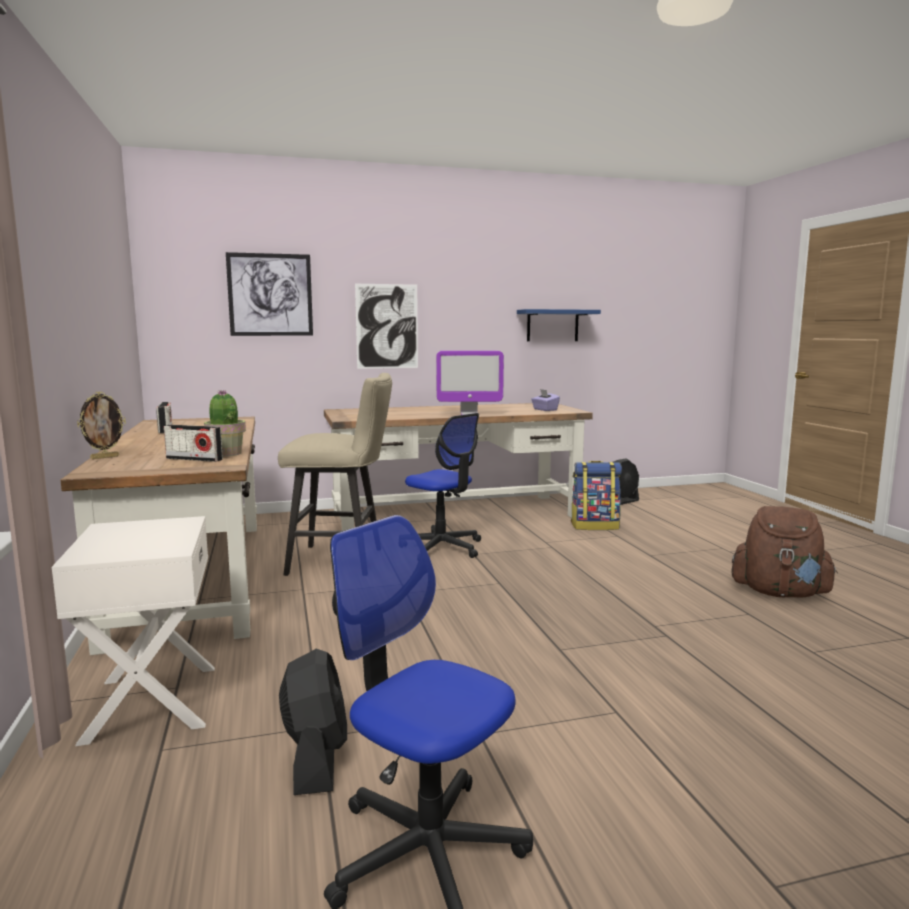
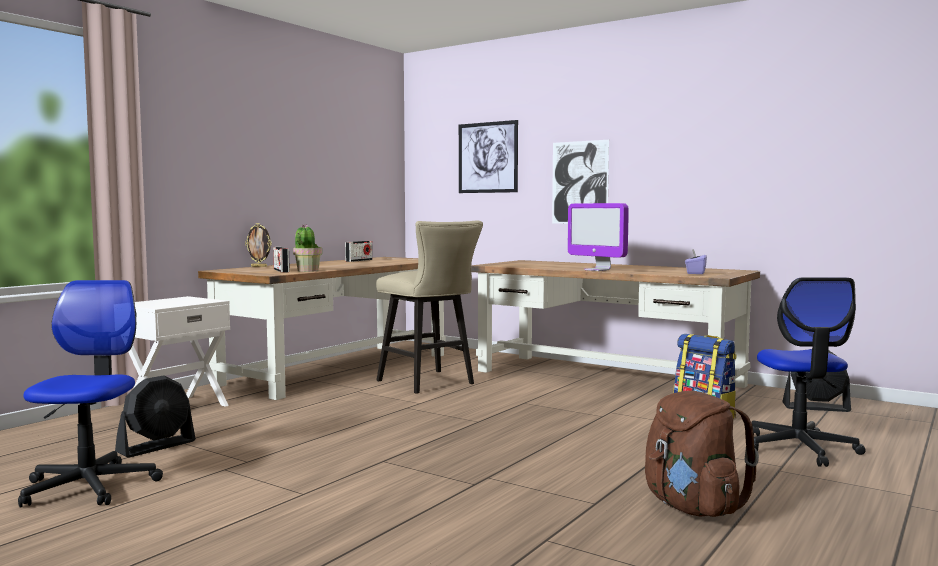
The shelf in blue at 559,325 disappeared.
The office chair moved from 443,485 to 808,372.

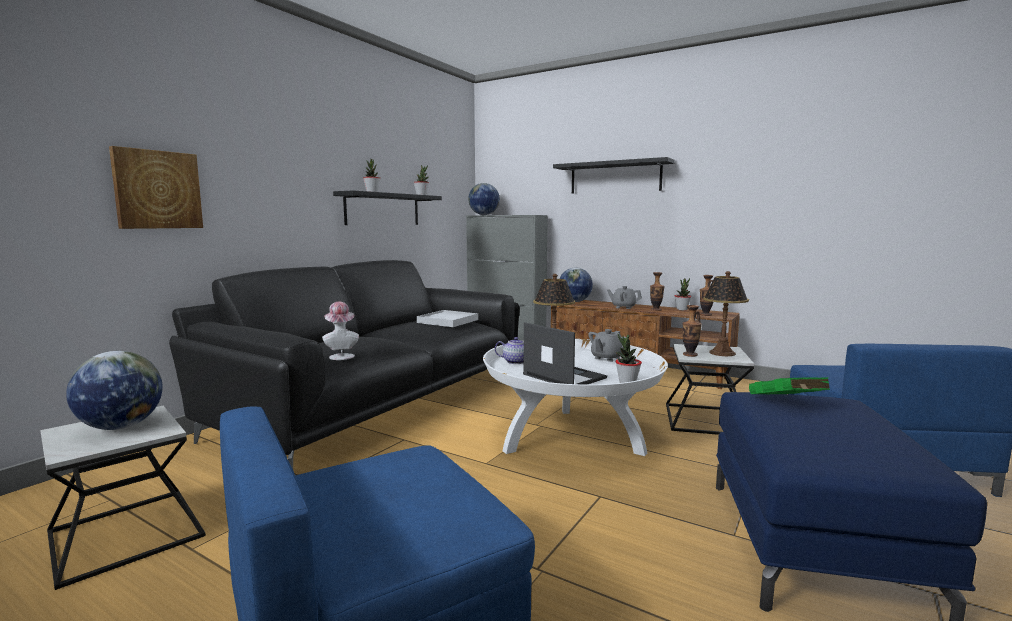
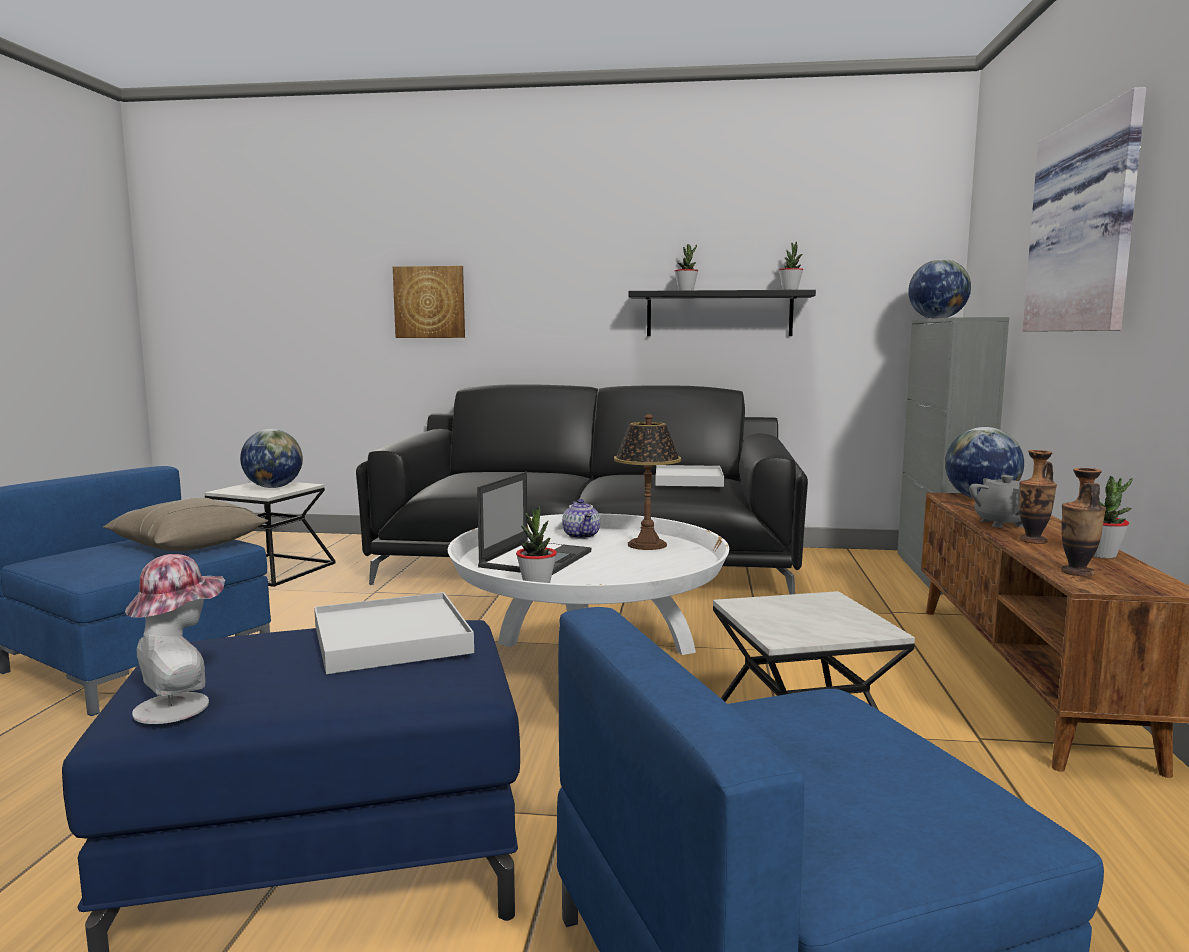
The shelf in black at 613,175 was replaced by the picture at 1084,209.
The table lamp at 726,313 disappeared.
The hat moved from 340,331 to 175,639.
The vase at 692,331 disappeared.
The teapot in grey at 607,345 disappeared.
The book in green at 789,385 was replaced by the tray in white at 394,633.
The pillow in beige at 185,524 appeared.

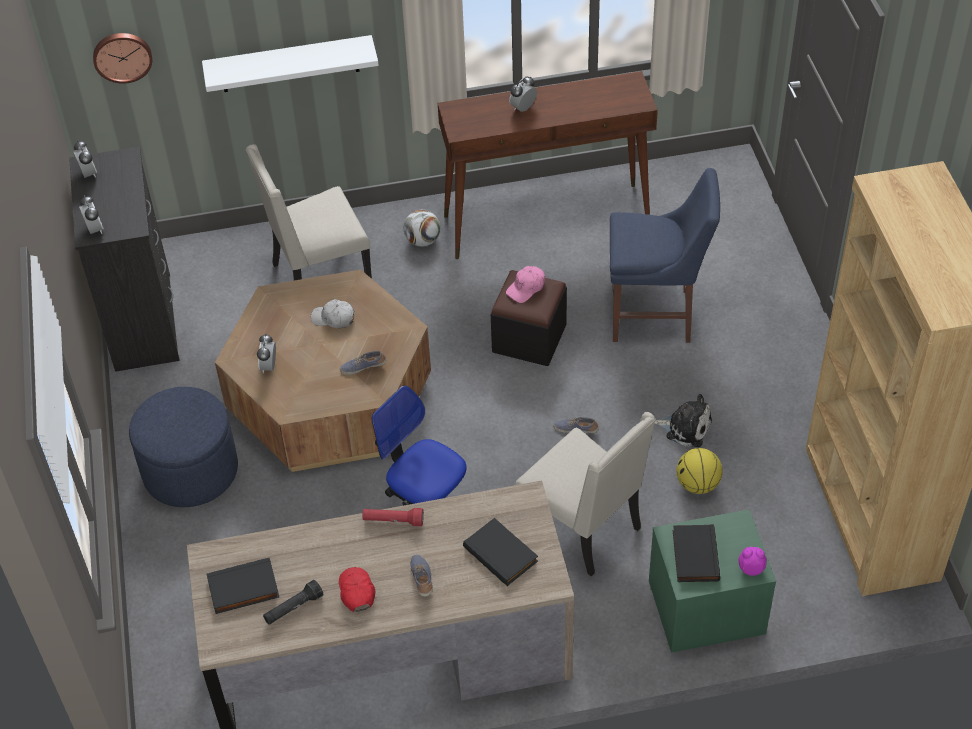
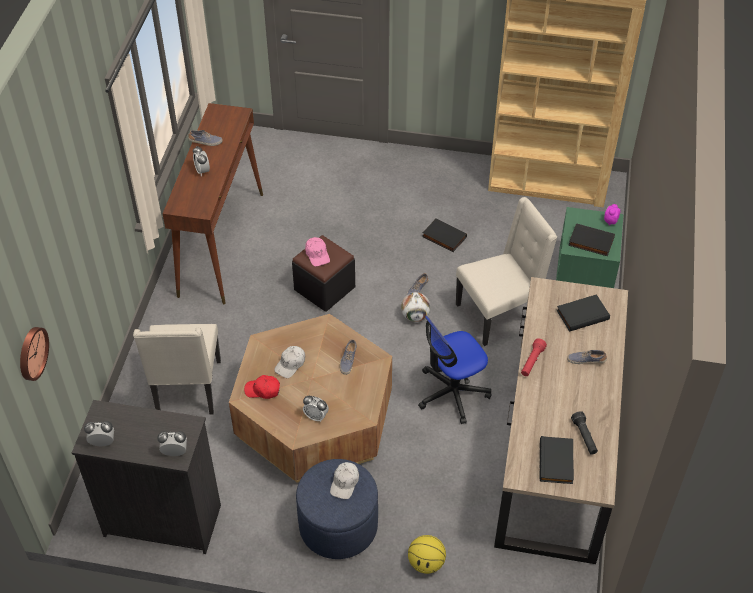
The shelf in white at 290,63 disappeared.
The chair in blue at 665,255 disappeared.
The football moved from 422,228 to 415,307.
The plush toy at 683,420 was replaced by the book in black at 444,235.
The basketball moved from 699,471 to 427,554.
The cap in red moved from 357,589 to 262,387.
The shoe at 205,138 appeared.
The cap in white at 344,480 appeared.

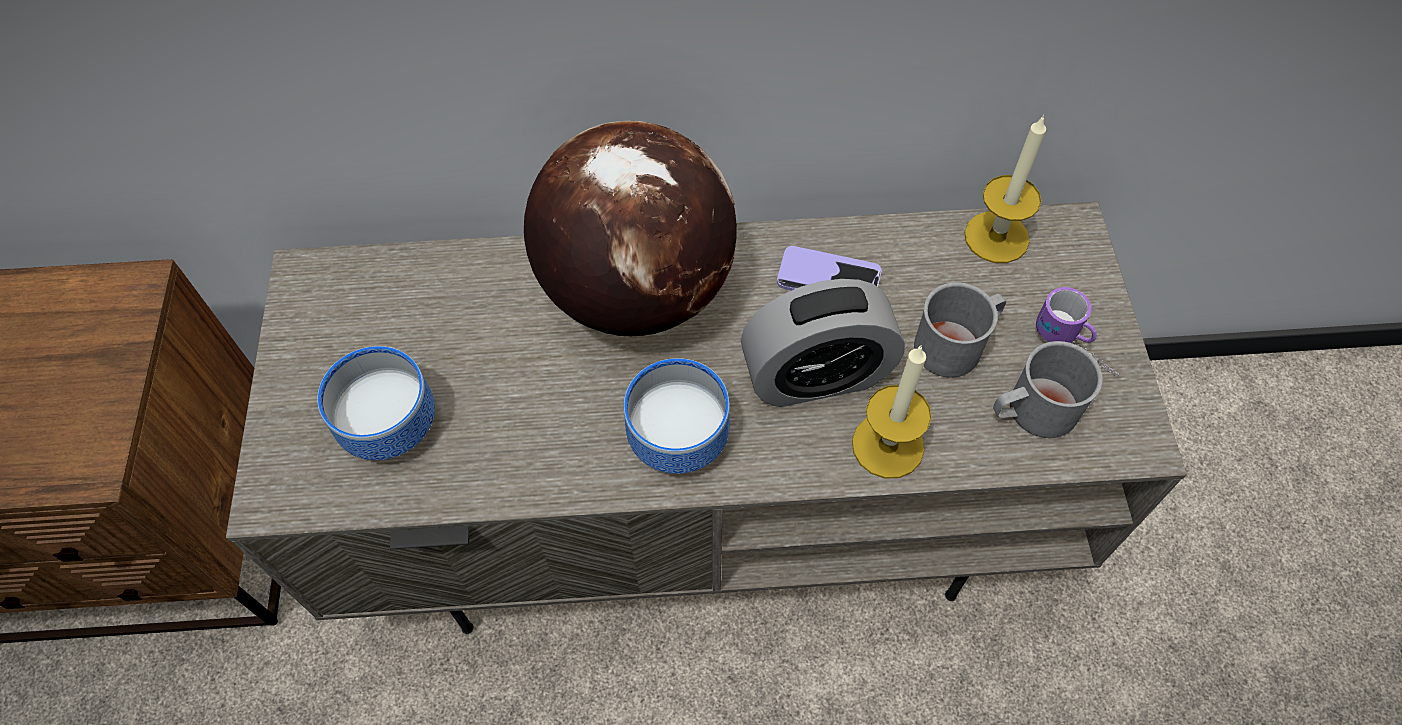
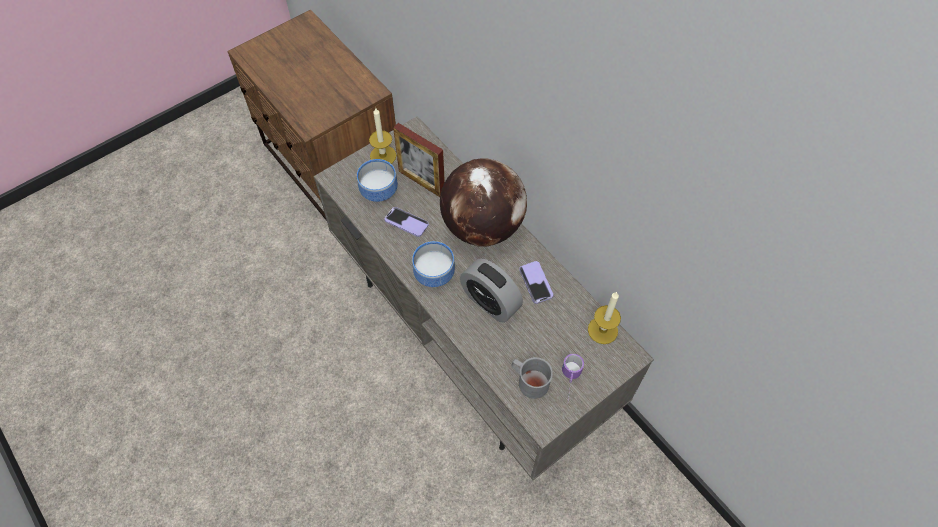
The mug in grey at 960,330 disappeared.
The candle moved from 891,411 to 382,135.
The picture frame at 419,160 appeared.
The phone at 406,222 appeared.

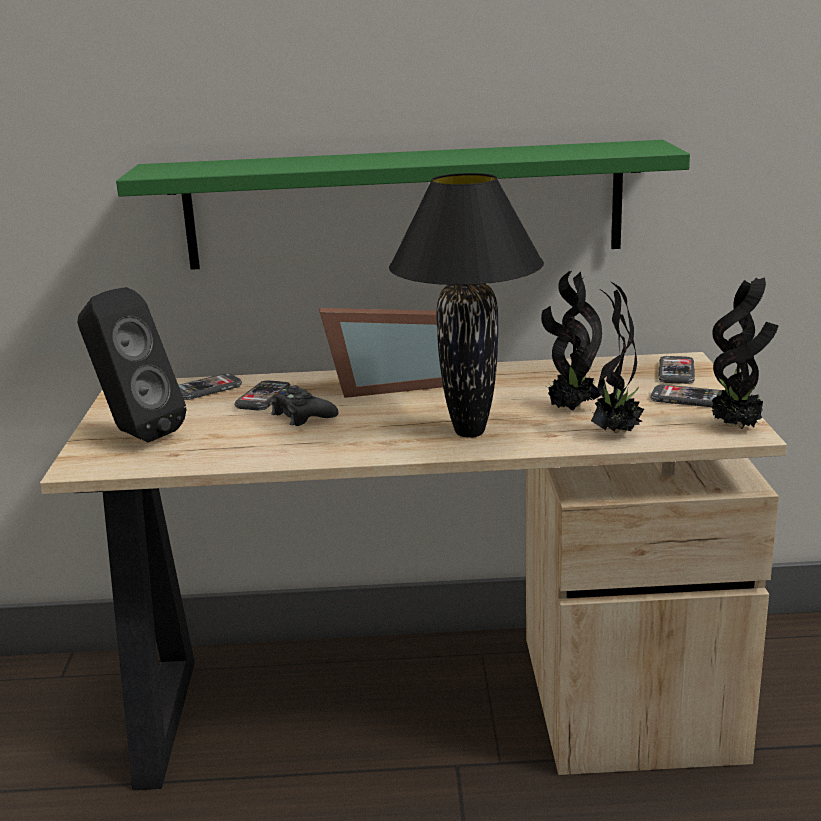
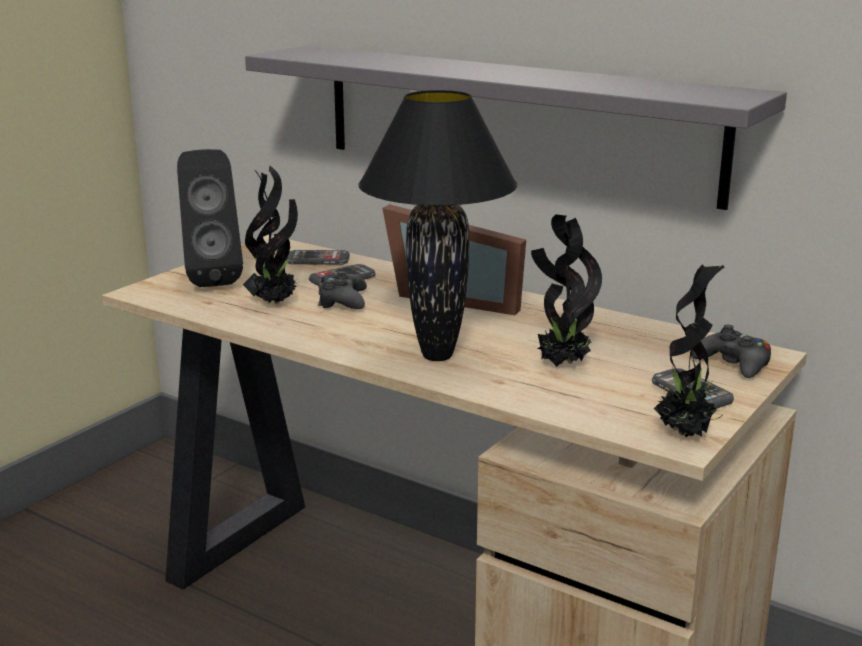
The shelf in green at 403,205 became the shelf in grey at 516,127.
The potted plant moved from 617,357 to 270,234.
The phone at 677,370 was replaced by the game controller in black at 731,351.

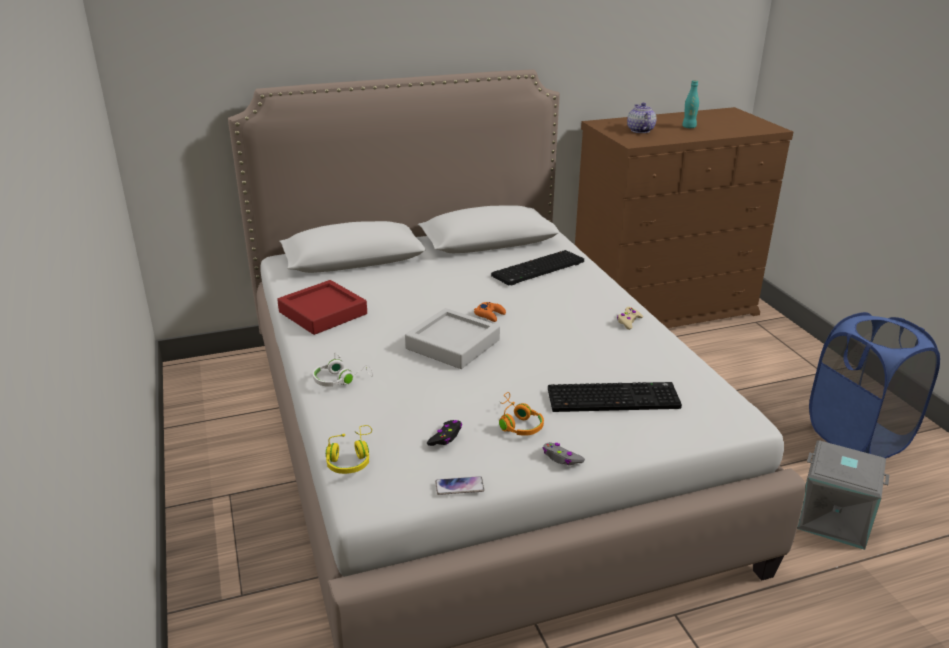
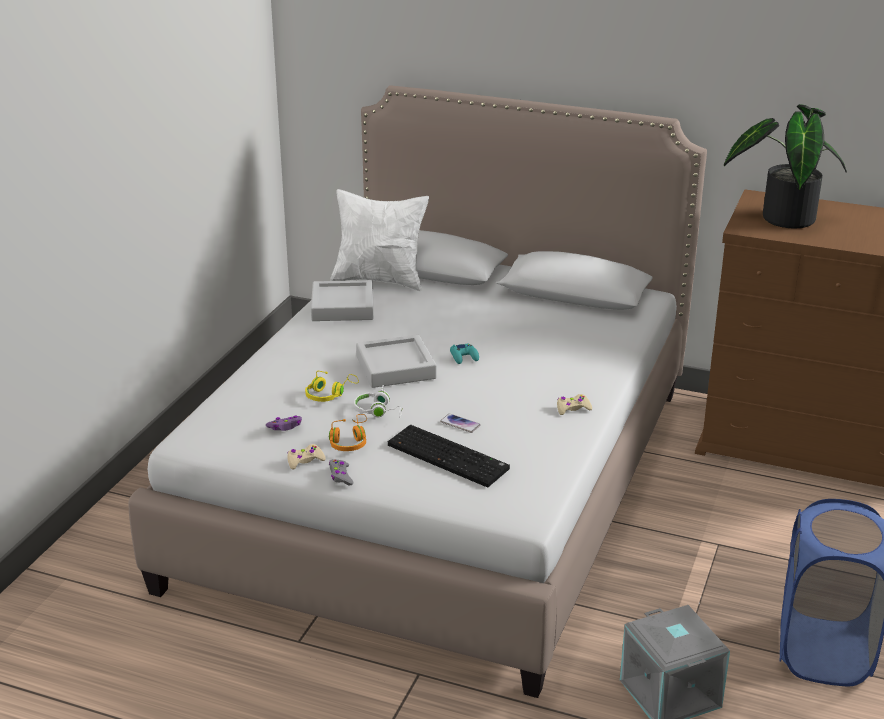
The bottle in turquoise at 690,104 disappeared.
The teapot at 641,118 was replaced by the potted plant at 785,166.
The keyboard at 537,267 disappeared.
The tray in red at 322,307 became the tray in grey at 342,300.
The game controller in orange at 490,312 became the game controller in turquoise at 464,354.
The headphones in white moved from 343,369 to 378,401.
The game controller in black at 444,433 became the game controller in purple at 284,423.
The headphones in yellow moved from 349,449 to 332,386.
The phone moved from 459,485 to 460,423.
The pillow in white at 379,240 appeared.
The game controller in beige at 306,457 appeared.

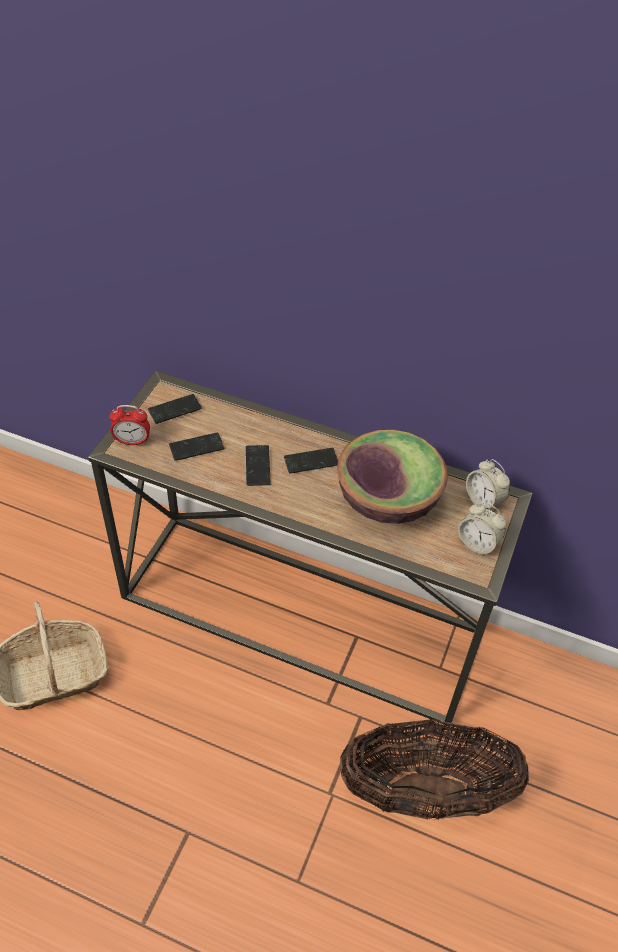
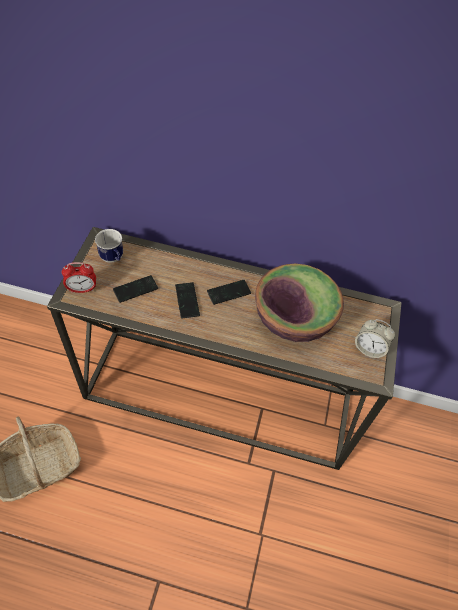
The phone at 175,409 was replaced by the mug at 109,246.
The alarm clock at 488,484 disappeared.
The basket at 434,769 disappeared.

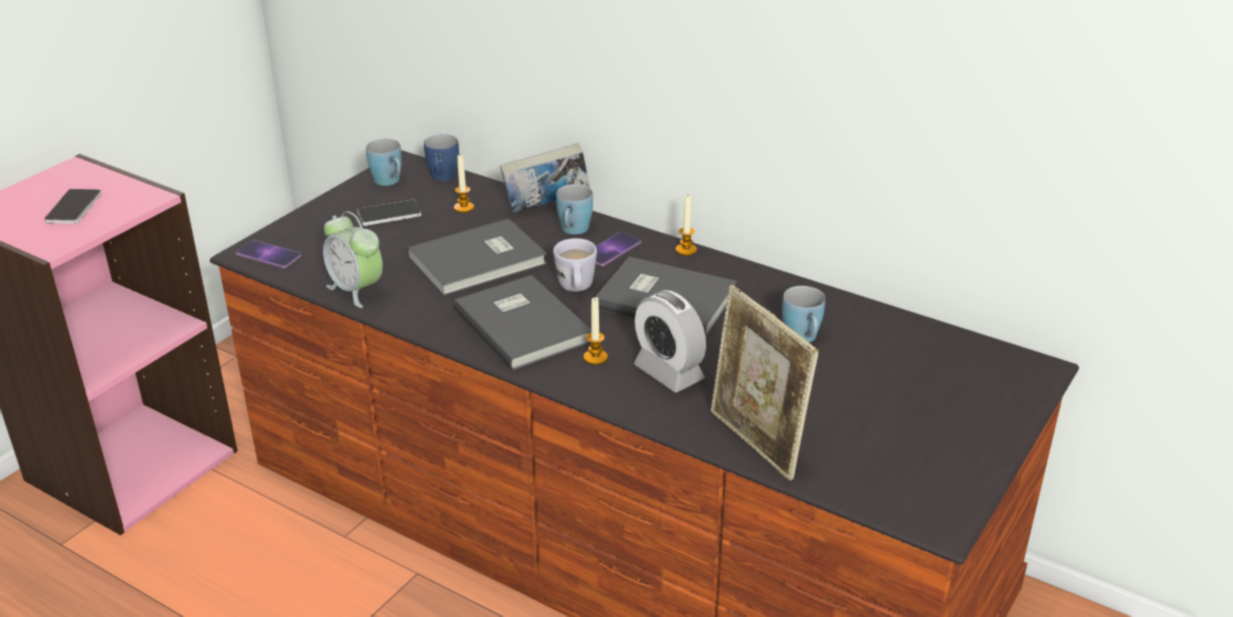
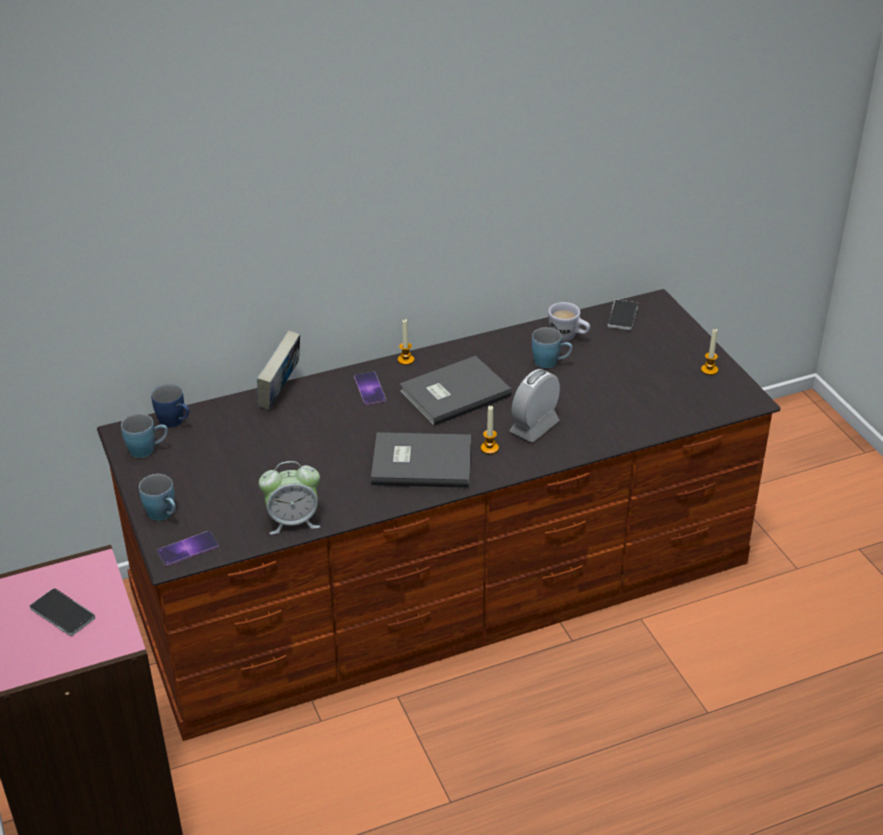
The candle moved from 464,184 to 709,352.
The mug in blue moved from 574,209 to 157,497.
The phone moved from 389,212 to 622,314.
The book in grey at 477,257 disappeared.
The mug in white moved from 575,265 to 569,322.
The picture frame at 764,383 disappeared.
The alarm clock at 670,341 turned 135 degrees clockwise.

